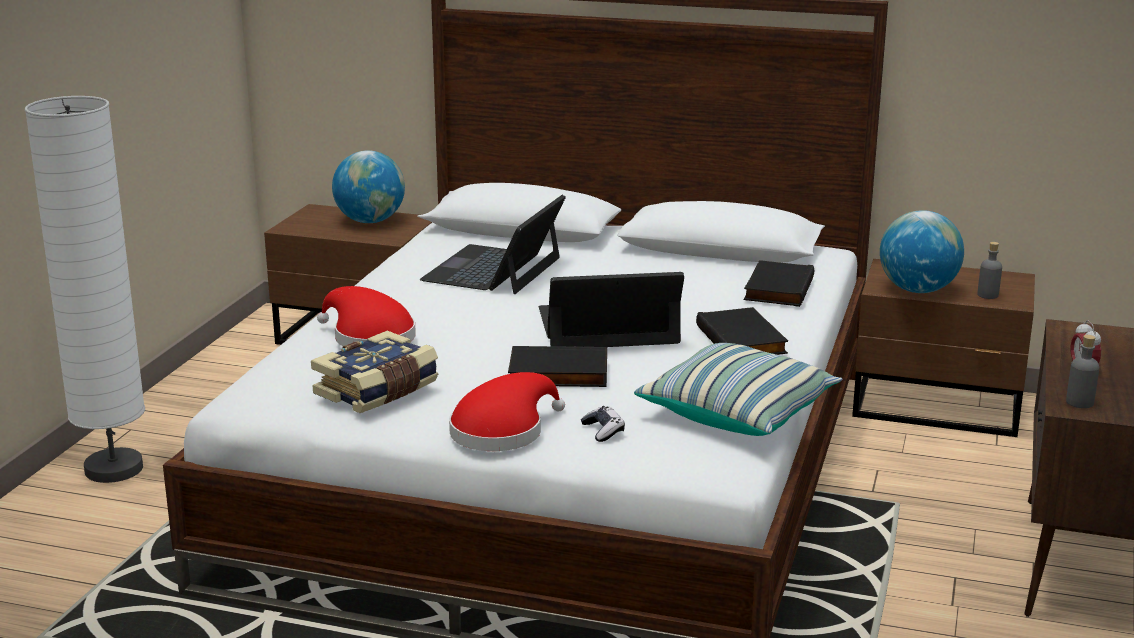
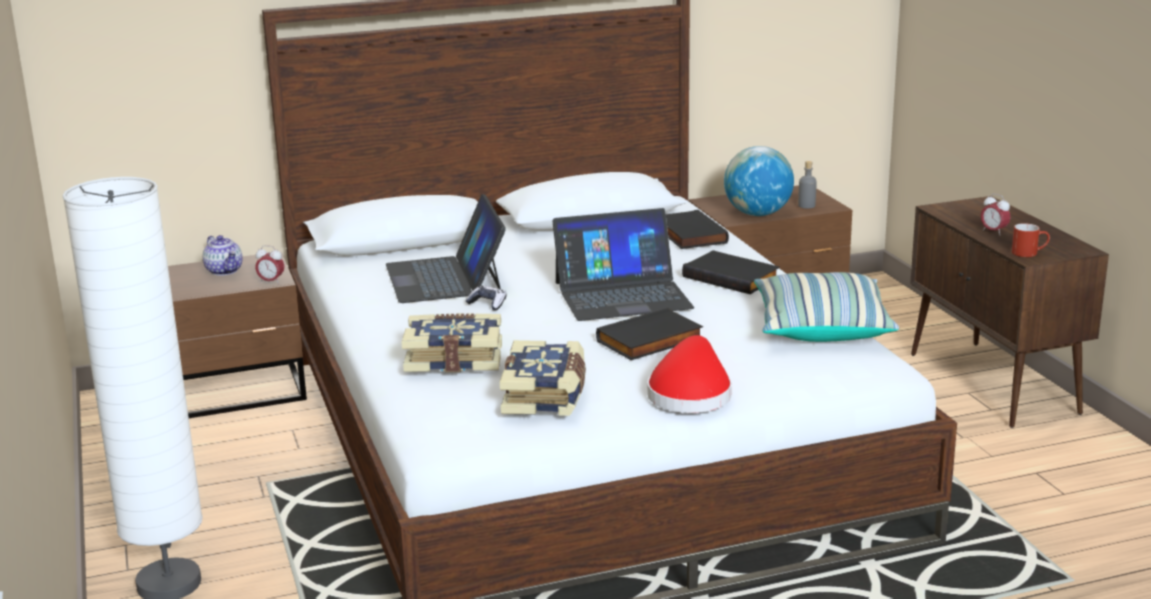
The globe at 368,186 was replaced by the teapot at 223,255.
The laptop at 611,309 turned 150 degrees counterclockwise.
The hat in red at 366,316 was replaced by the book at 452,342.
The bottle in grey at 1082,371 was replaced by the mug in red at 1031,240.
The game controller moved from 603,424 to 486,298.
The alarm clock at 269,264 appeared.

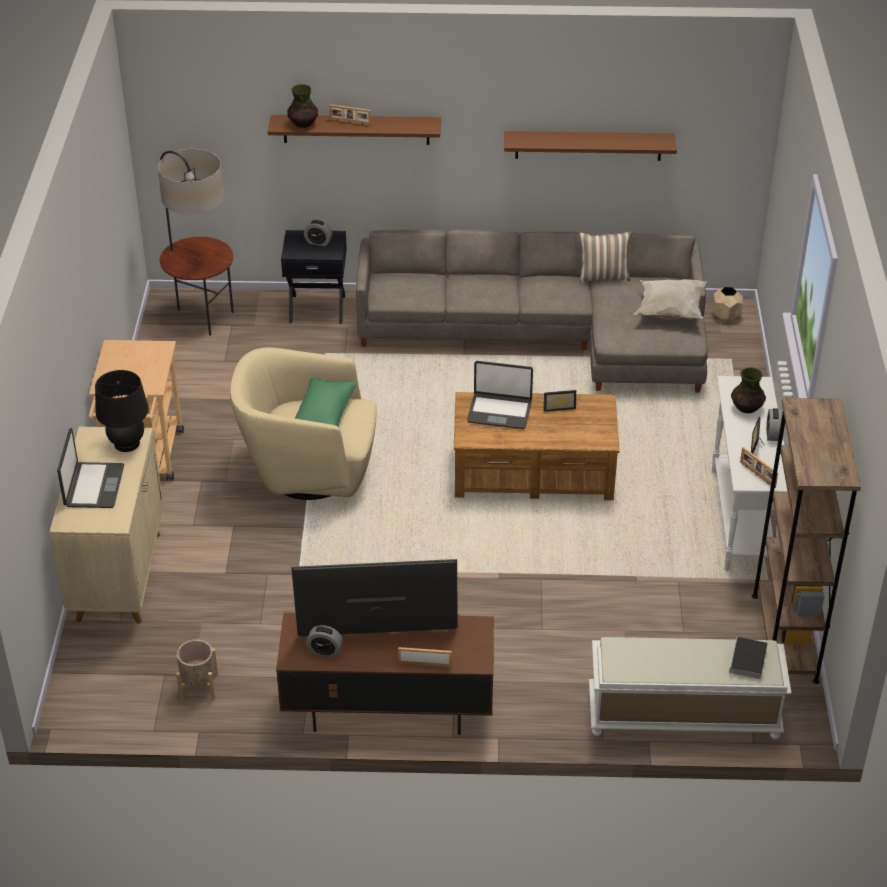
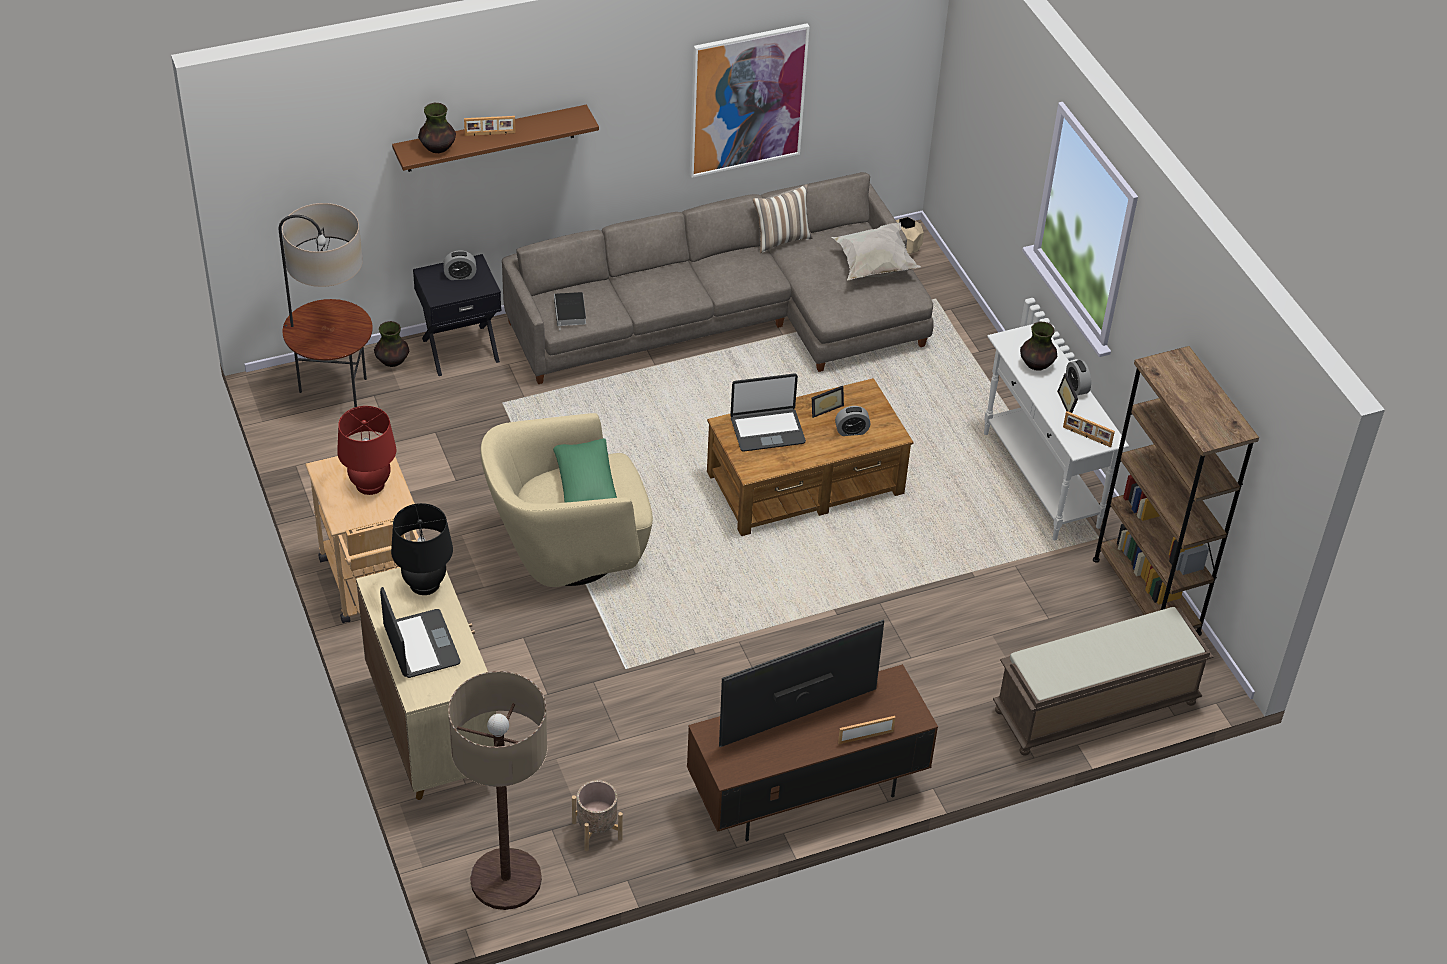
The shelf in brown at 590,146 was replaced by the picture at 750,100.
The alarm clock moved from 324,641 to 852,421.
The bench in white at 690,688 became the bench in brown at 1103,681.
The book moved from 748,658 to 570,311.
The vase at 391,344 appeared.
The table lamp in red at 366,450 appeared.
The floor lamp at 498,790 appeared.

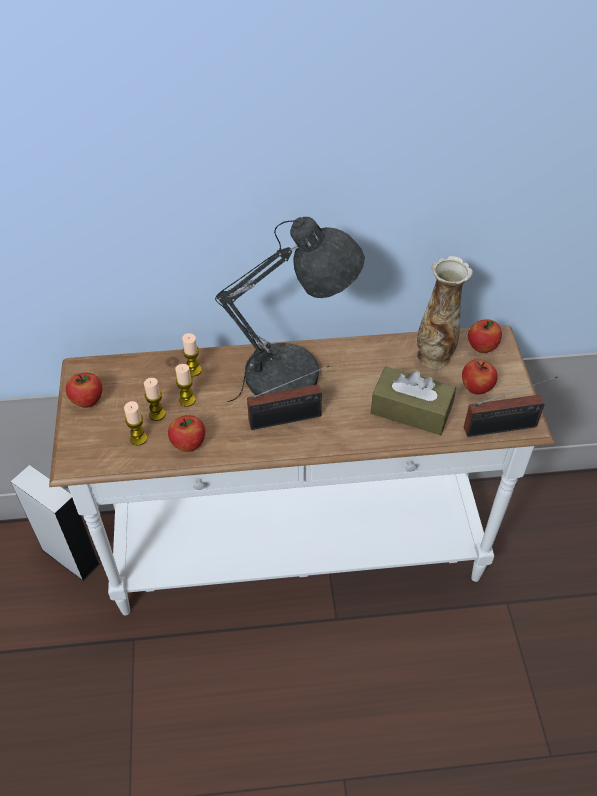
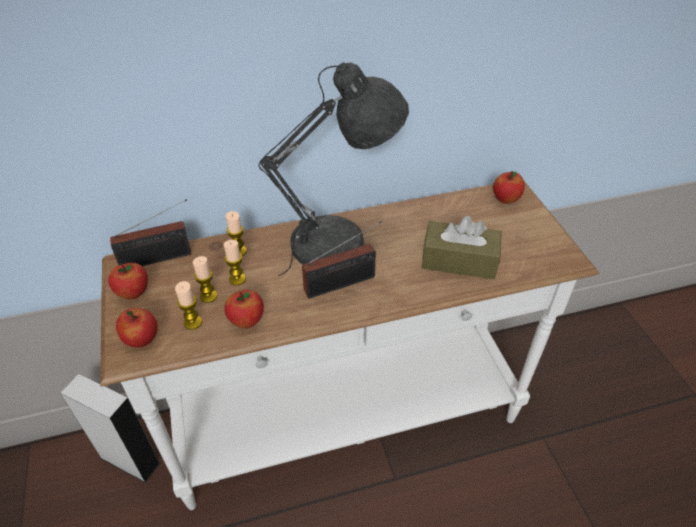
The vase at 445,312 disappeared.
The apple moved from 480,377 to 137,328.
The radio moved from 510,406 to 151,232.

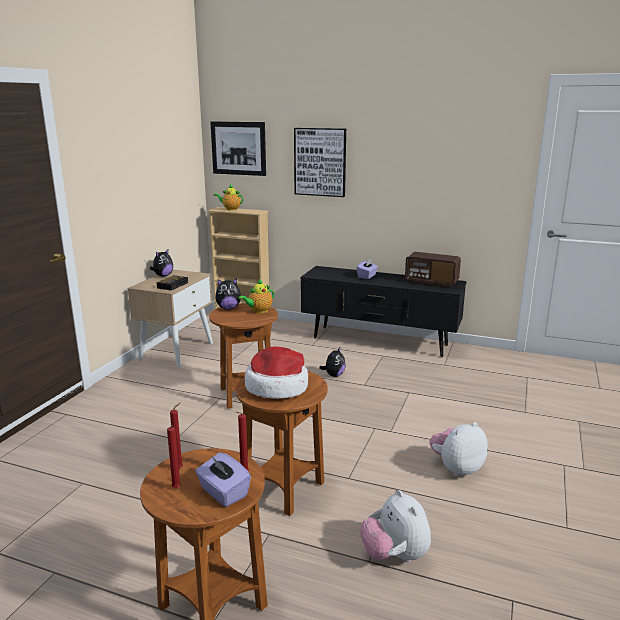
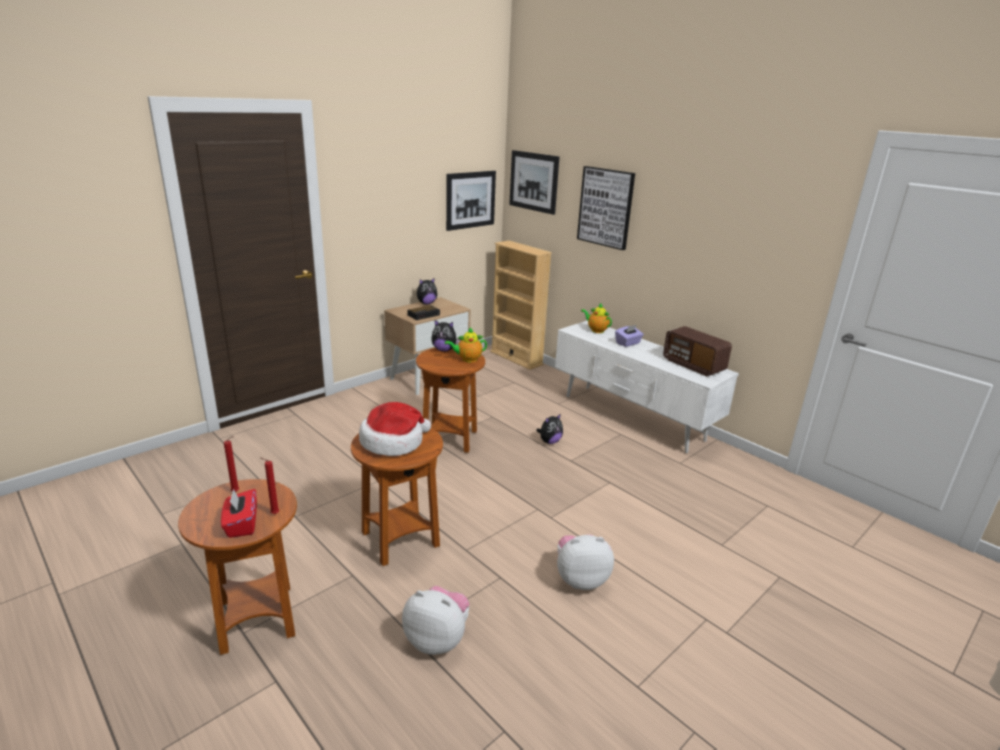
The teapot moved from 228,197 to 596,318.
The tv stand in black at 384,311 became the tv stand in white at 647,387.
The candle in red at 174,456 disappeared.
The tissue box in purple at 223,479 became the tissue box in red at 239,513.
The plush toy at 396,526 turned 105 degrees clockwise.
The picture at 471,201 appeared.

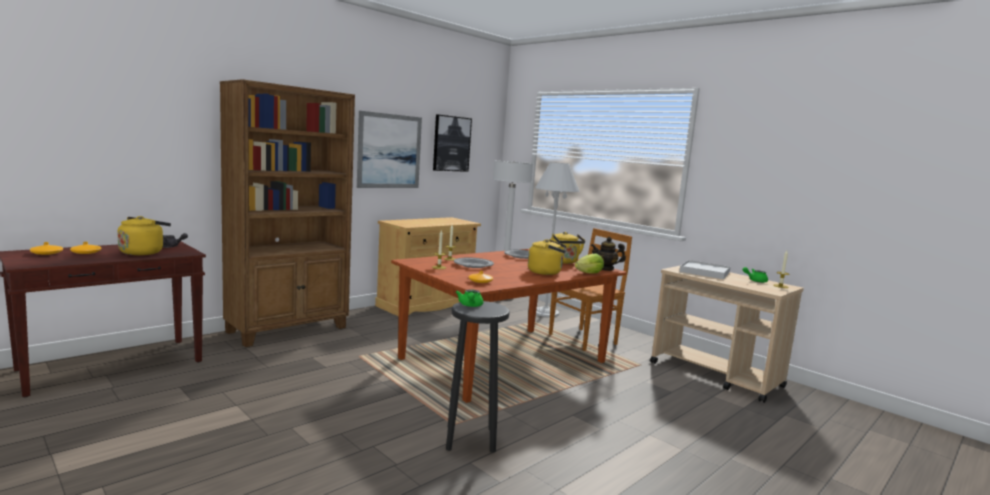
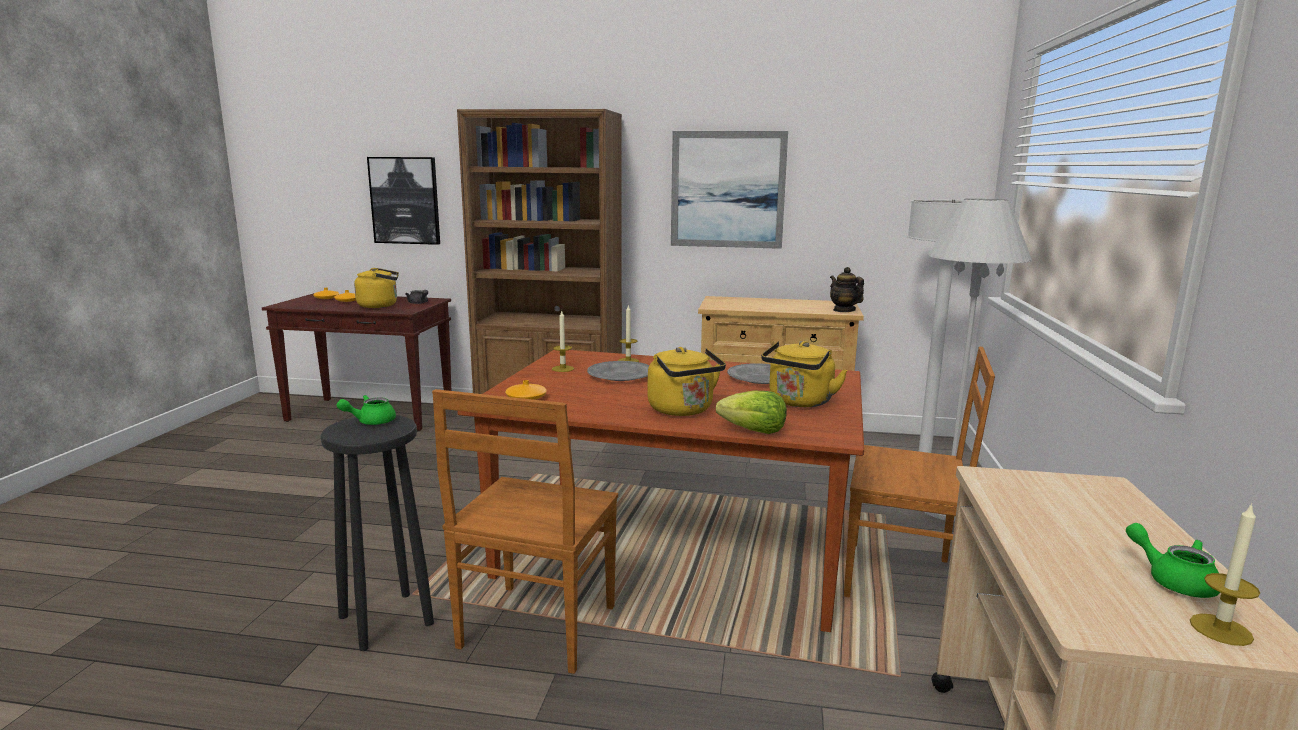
The picture moved from 452,143 to 403,201.
The teapot moved from 608,254 to 847,289.
The tray in white at 704,269 disappeared.
The chair in brown at 525,531 appeared.

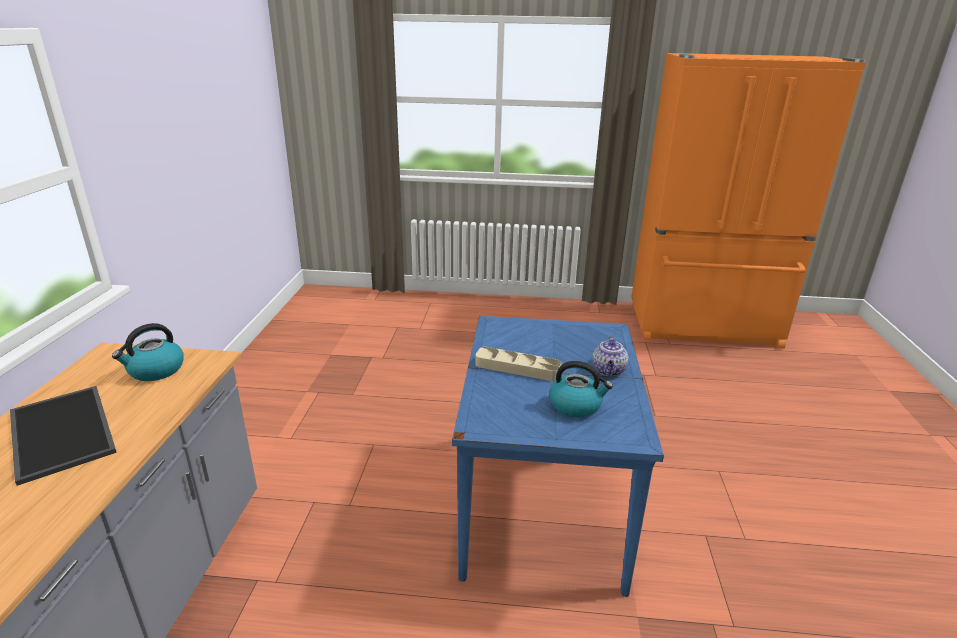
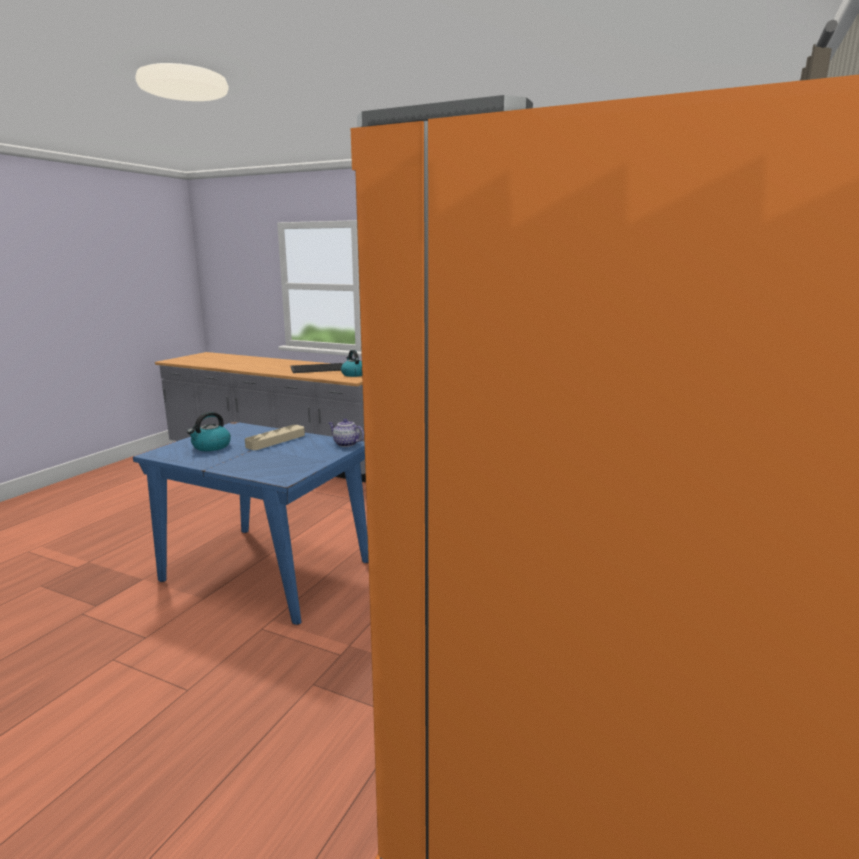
The teapot moved from 610,356 to 346,433.

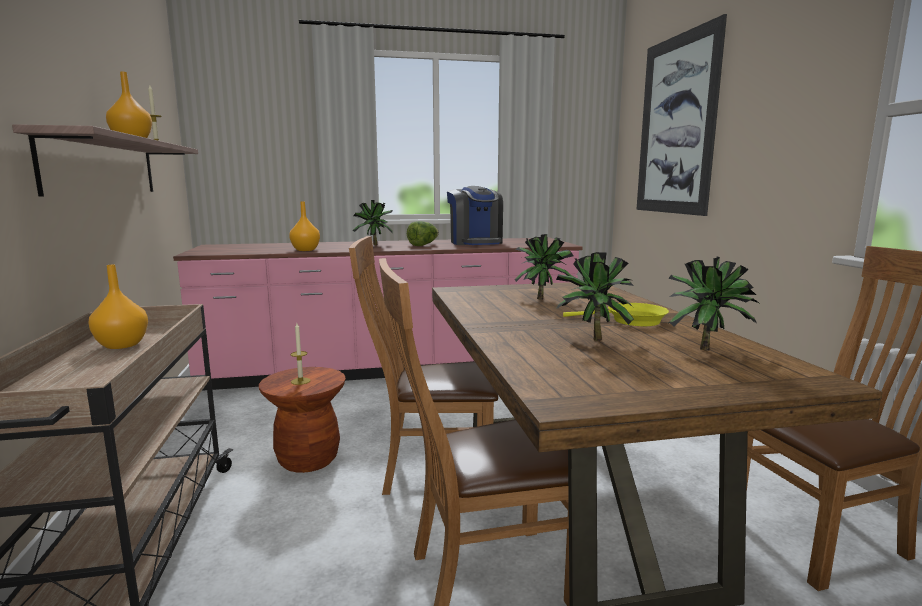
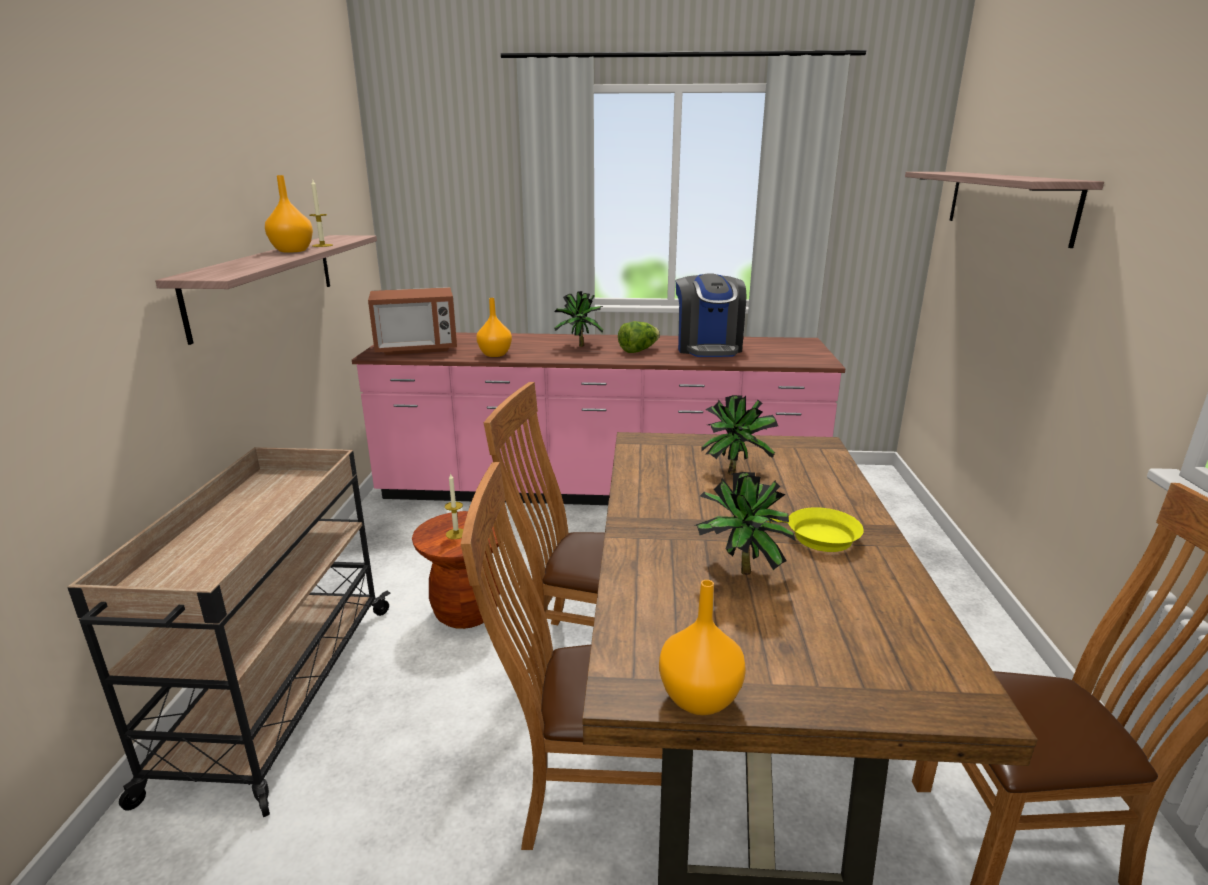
The picture at 681,115 was replaced by the shelf at 1004,210.
The potted plant at 713,304 disappeared.
The vase in orange moved from 118,306 to 702,647.
The microwave at 412,321 appeared.

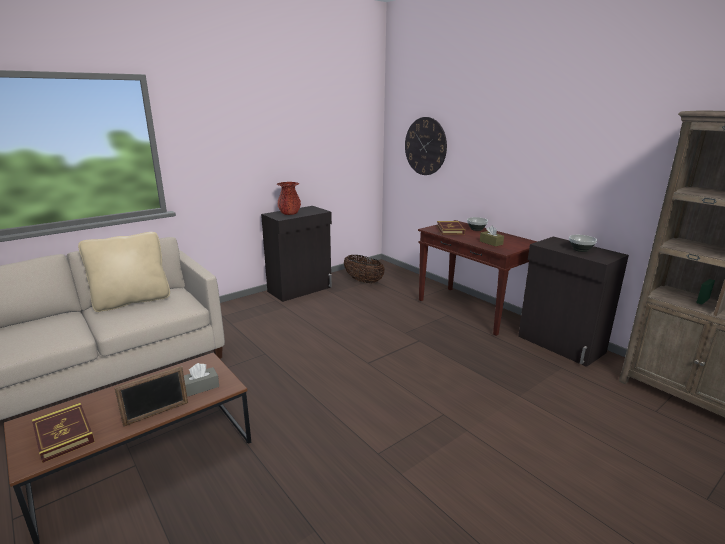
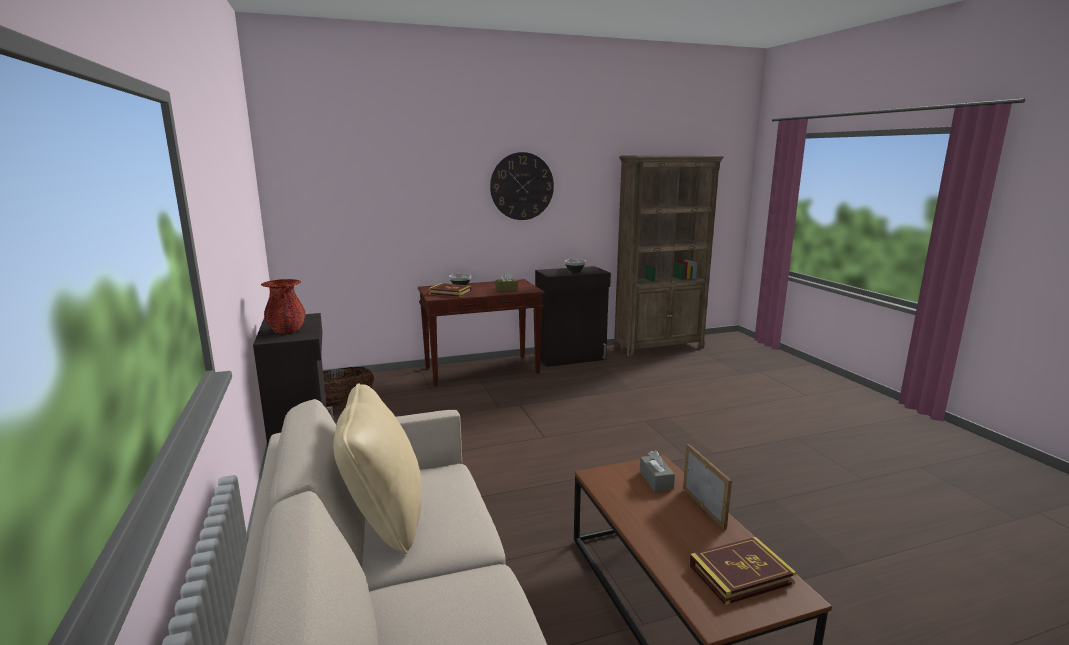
The wall clock moved from 426,146 to 522,186.

